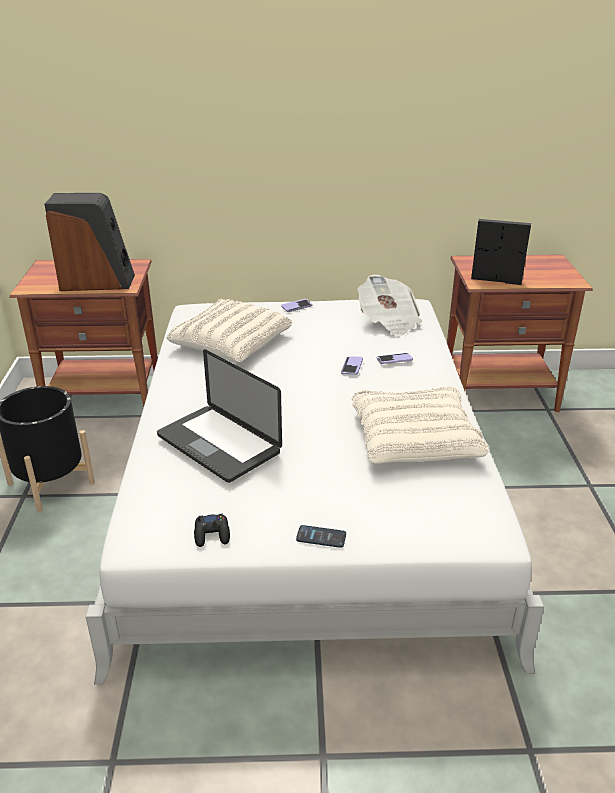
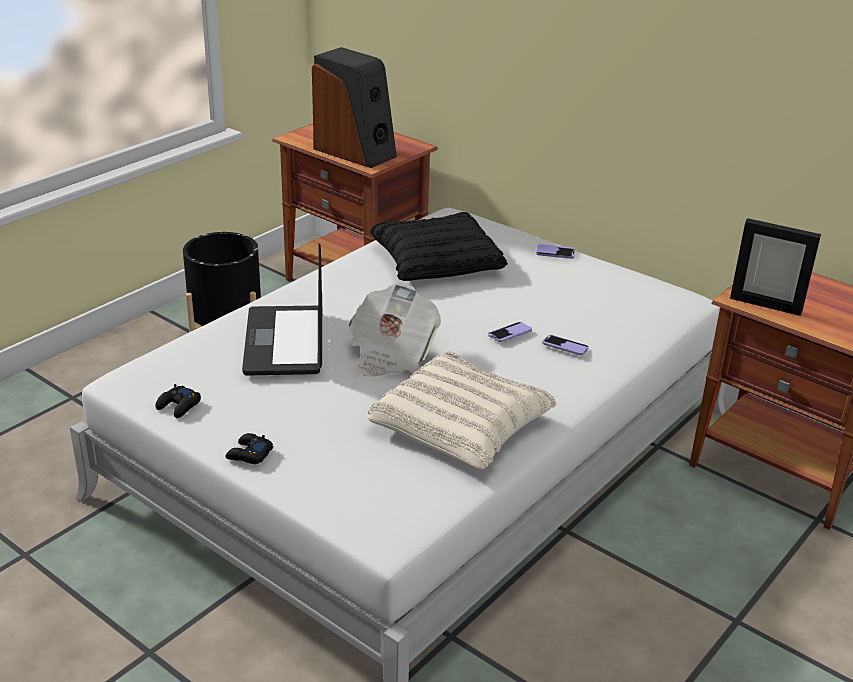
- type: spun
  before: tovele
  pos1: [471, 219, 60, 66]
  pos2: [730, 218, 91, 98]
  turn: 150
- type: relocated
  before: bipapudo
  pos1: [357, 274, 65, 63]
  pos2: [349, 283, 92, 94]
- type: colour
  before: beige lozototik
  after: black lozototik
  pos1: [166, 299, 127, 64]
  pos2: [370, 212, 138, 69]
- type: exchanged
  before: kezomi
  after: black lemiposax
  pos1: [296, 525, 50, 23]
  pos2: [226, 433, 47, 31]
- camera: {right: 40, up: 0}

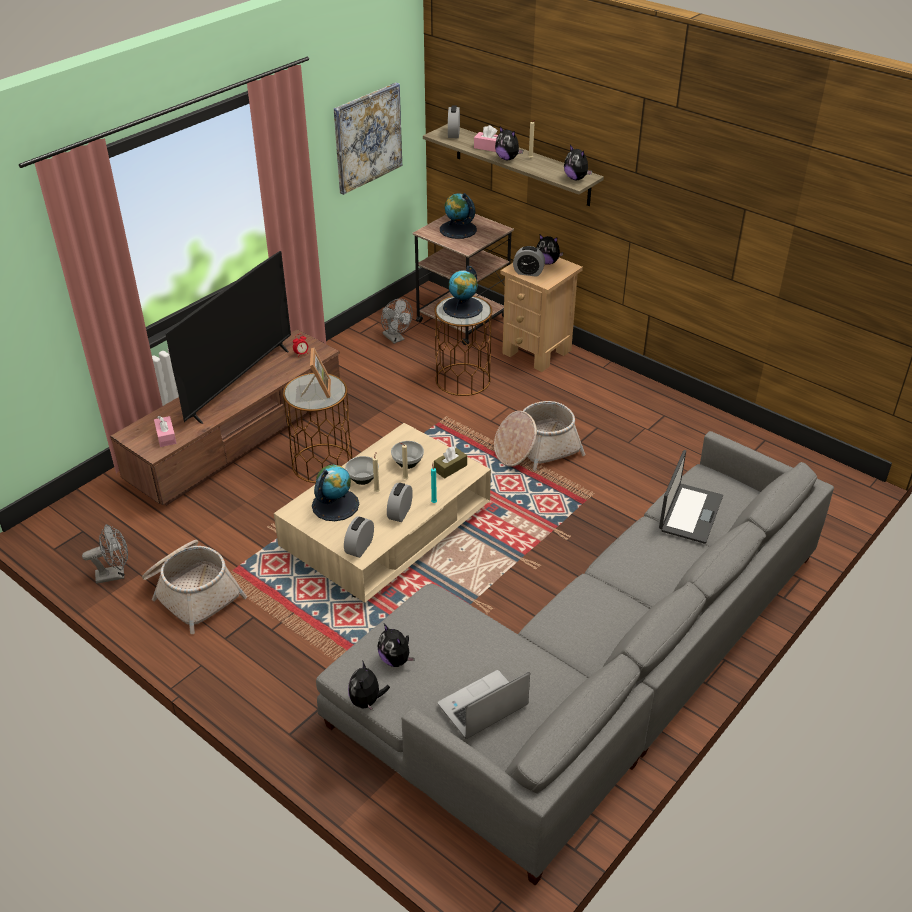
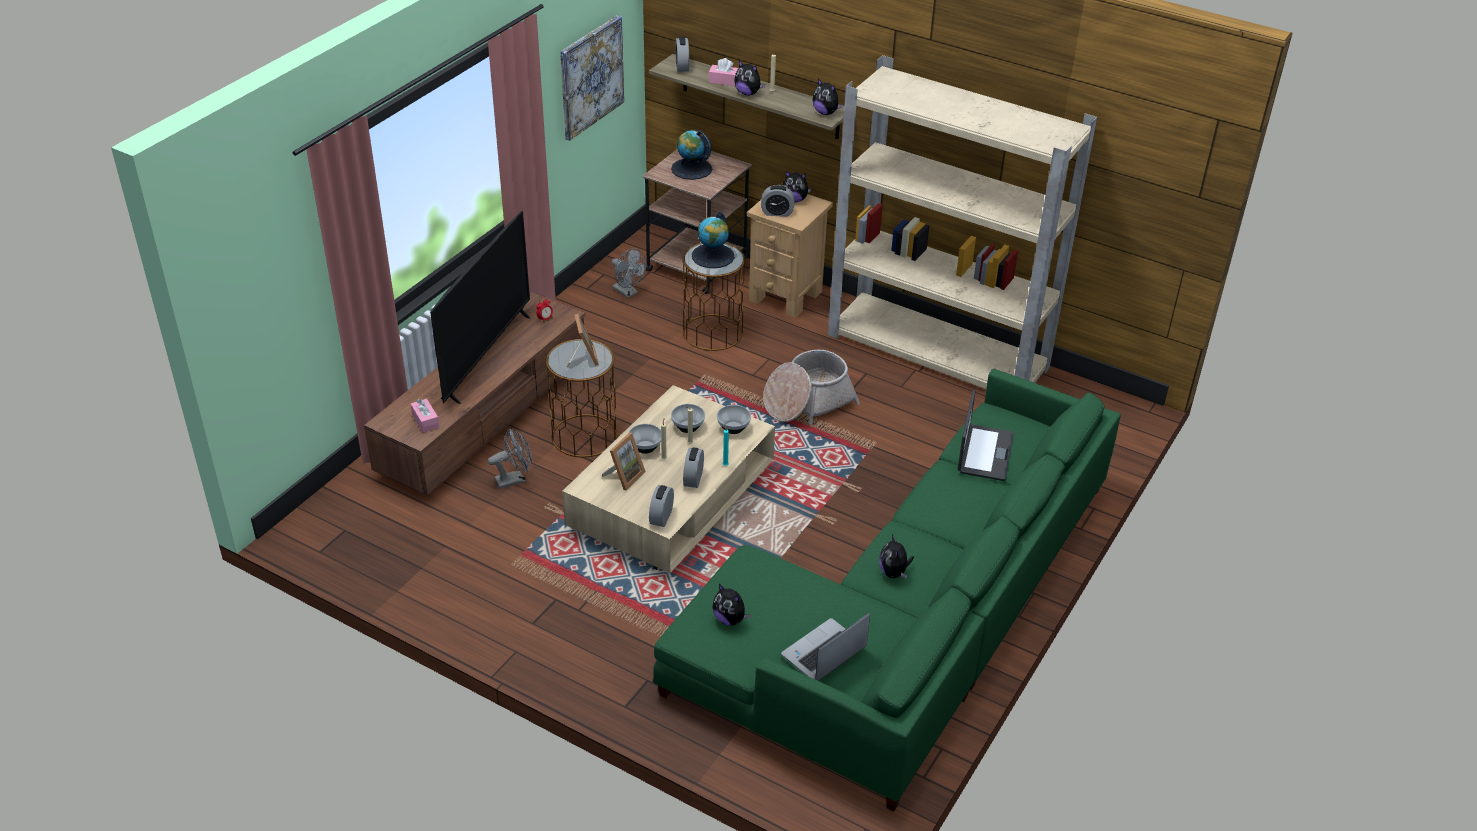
- type: colour
  before: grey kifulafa
  after: green kifulafa
  pos1: [316, 431, 518, 454]
  pos2: [653, 369, 468, 443]
- type: exchanged
  before: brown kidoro
  after: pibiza
  pos1: [434, 446, 33, 33]
  pos2: [717, 405, 34, 29]
- type: exchanged
  before: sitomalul
  after: tovele
  pos1: [312, 465, 47, 56]
  pos2: [602, 432, 44, 58]
- type: relocated
  before: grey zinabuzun
  pos1: [82, 524, 46, 60]
  pos2: [488, 428, 44, 61]
- type: missing
  before: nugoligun
  pos1: [142, 540, 105, 94]
- type: relocated
  before: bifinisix
  pos1: [348, 660, 42, 51]
  pos2: [879, 534, 35, 45]
- type: appeared
  after: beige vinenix
  pos2: [828, 55, 269, 334]
- camera: {right: -10, up: 0}

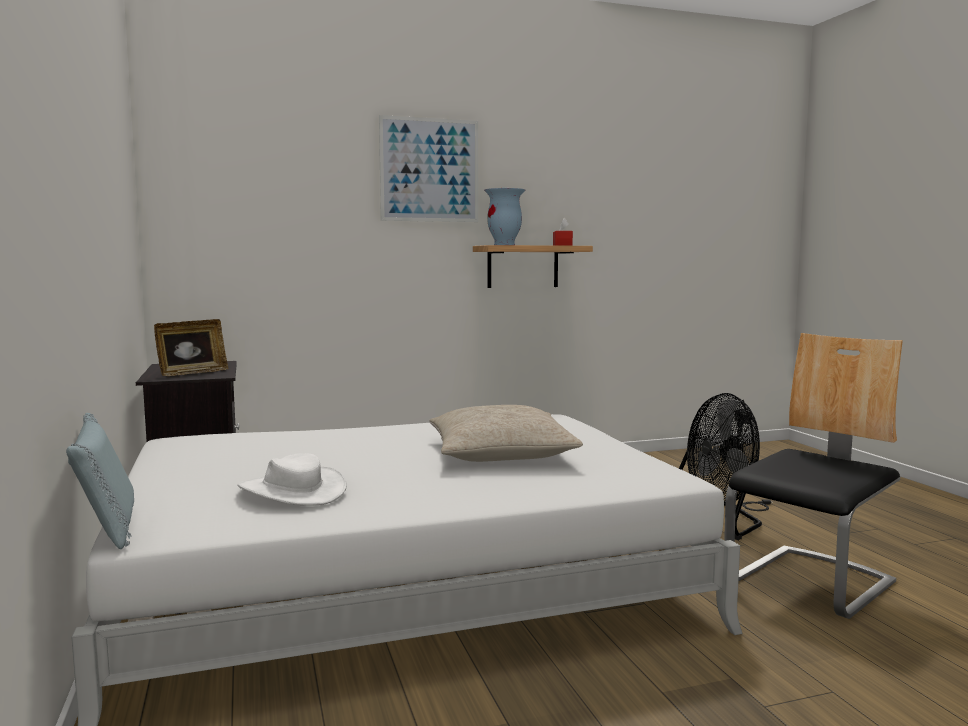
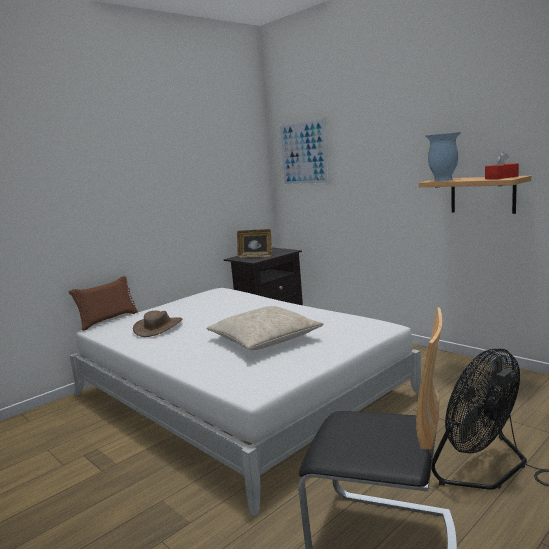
- type: relocated
  before: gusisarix
  pos1: [379, 115, 99, 107]
  pos2: [278, 117, 52, 69]
- type: colour
  before: blue lozototik
  after: brown lozototik
  pos1: [66, 413, 68, 136]
  pos2: [69, 276, 69, 55]
- type: colour
  before: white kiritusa
  after: brown kiritusa
  pos1: [237, 453, 110, 53]
  pos2: [133, 311, 49, 26]
- camera: {right: 65, up: 5}

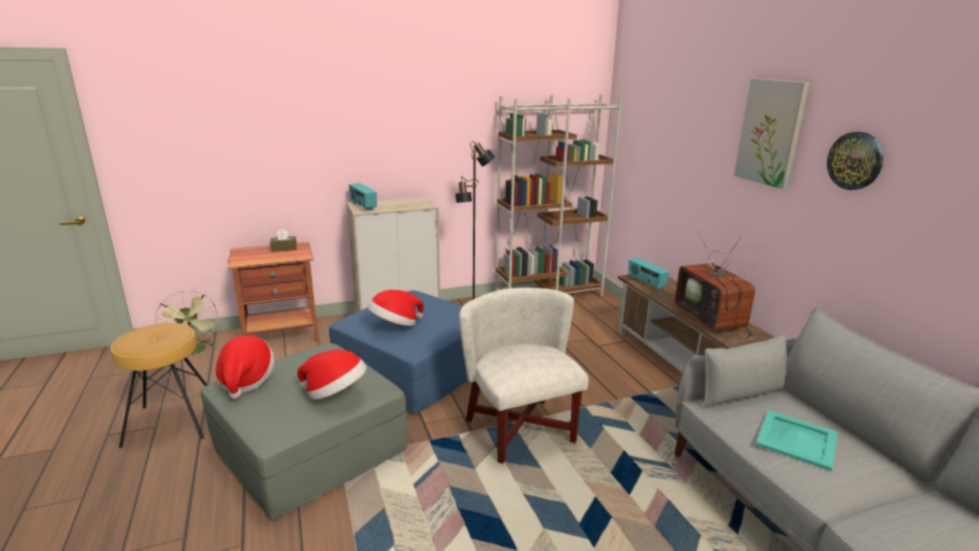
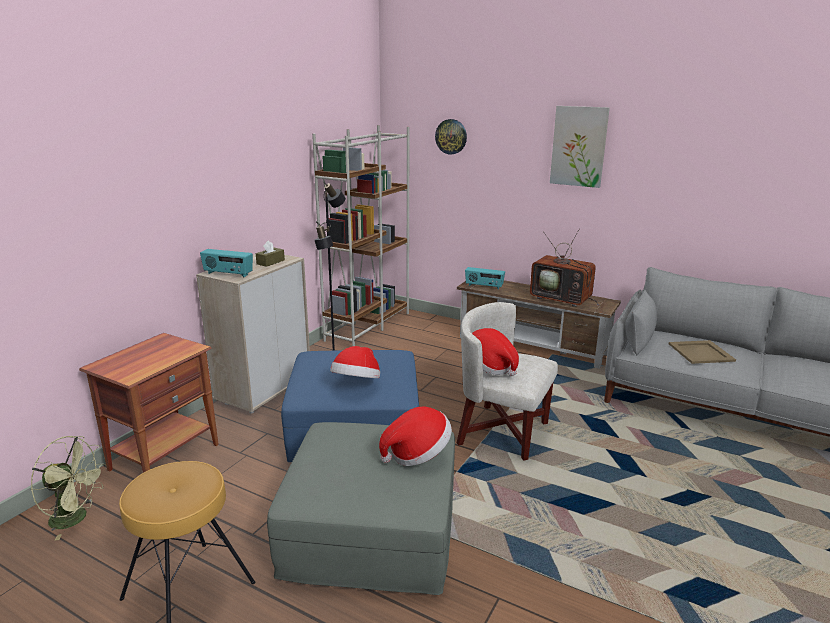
- type: relocated
  before: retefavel
  pos1: [827, 132, 56, 58]
  pos2: [435, 119, 32, 36]
- type: relocated
  before: brown kidoro
  pos1: [270, 229, 27, 23]
  pos2: [256, 241, 29, 26]
- type: relocated
  before: kiritusa
  pos1: [215, 336, 60, 63]
  pos2: [472, 328, 47, 48]
- type: colour
  before: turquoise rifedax
  after: beige rifedax
  pos1: [756, 410, 82, 61]
  pos2: [669, 340, 67, 24]
- camera: {right: -40, up: 0}

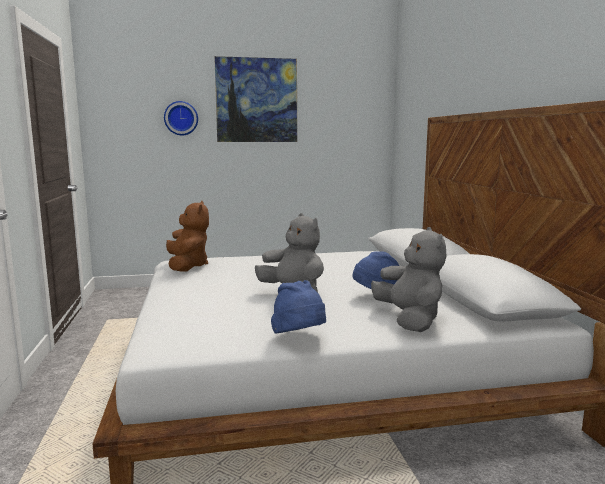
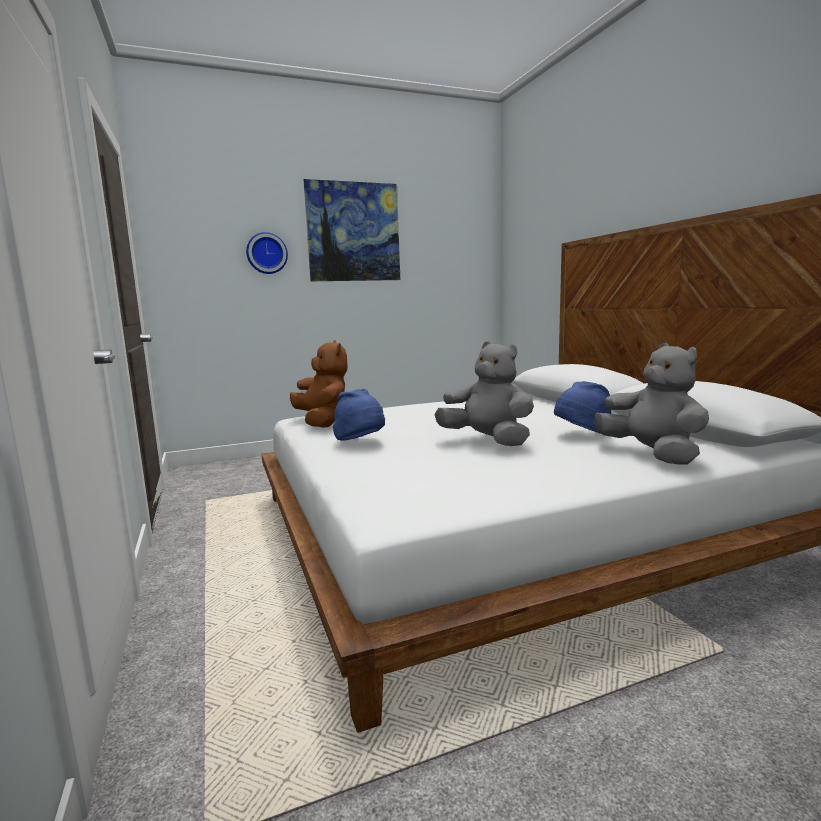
- type: relocated
  before: blue kiritusa
  pos1: [271, 280, 55, 54]
  pos2: [333, 389, 52, 52]
- camera: {right: -10, up: 0}

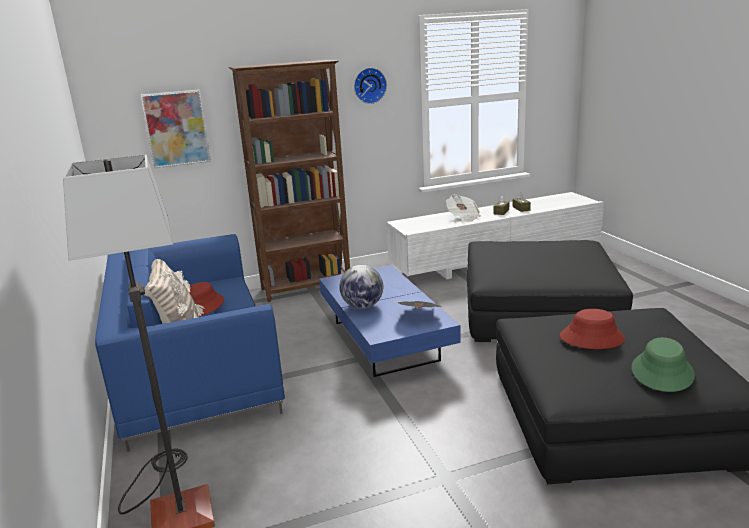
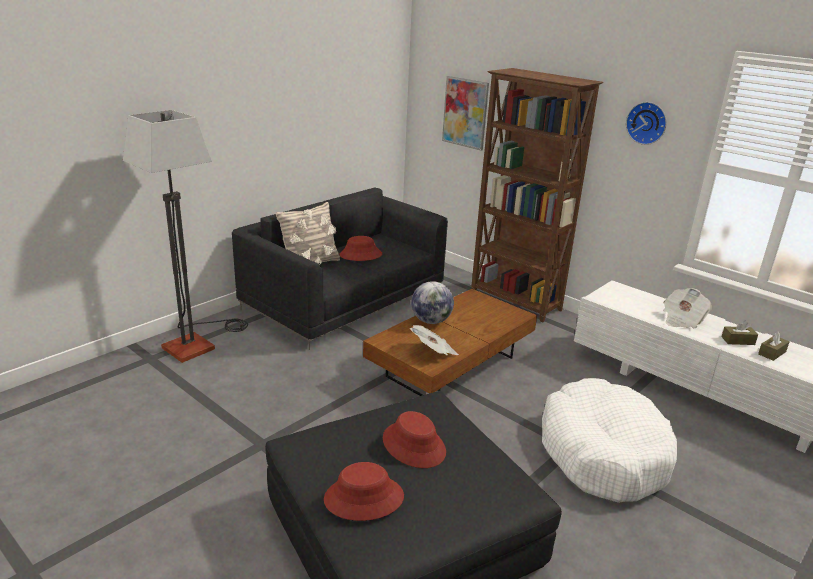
- type: colour
  before: blue kifulafa
  after: black kifulafa
  pos1: [95, 234, 190, 218]
  pos2: [232, 187, 216, 163]
- type: exchanged
  before: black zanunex
  after: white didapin
  pos1: [467, 240, 166, 102]
  pos2: [542, 378, 135, 125]
- type: colour
  before: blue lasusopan
  after: brown lasusopan
  pos1: [319, 265, 142, 112]
  pos2: [363, 289, 174, 107]
- type: colour
  before: green kiritusa
  after: red kiritusa
  pos1: [631, 337, 64, 55]
  pos2: [324, 462, 80, 59]
- camera: {right: 60, up: 5}

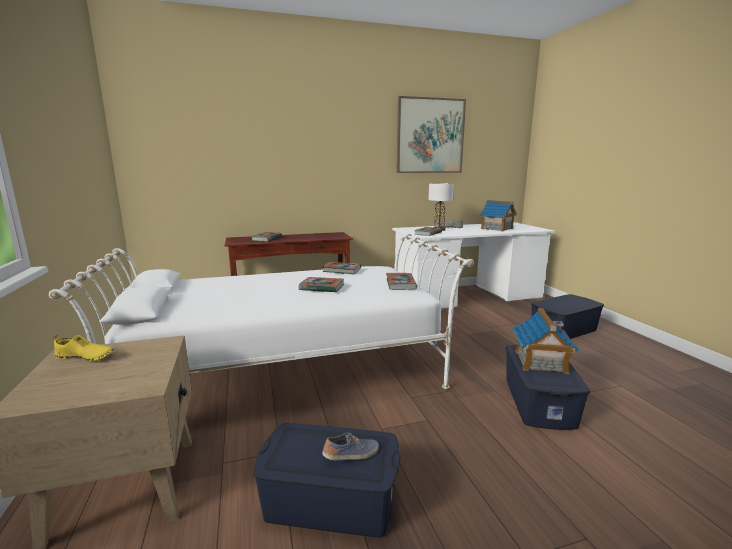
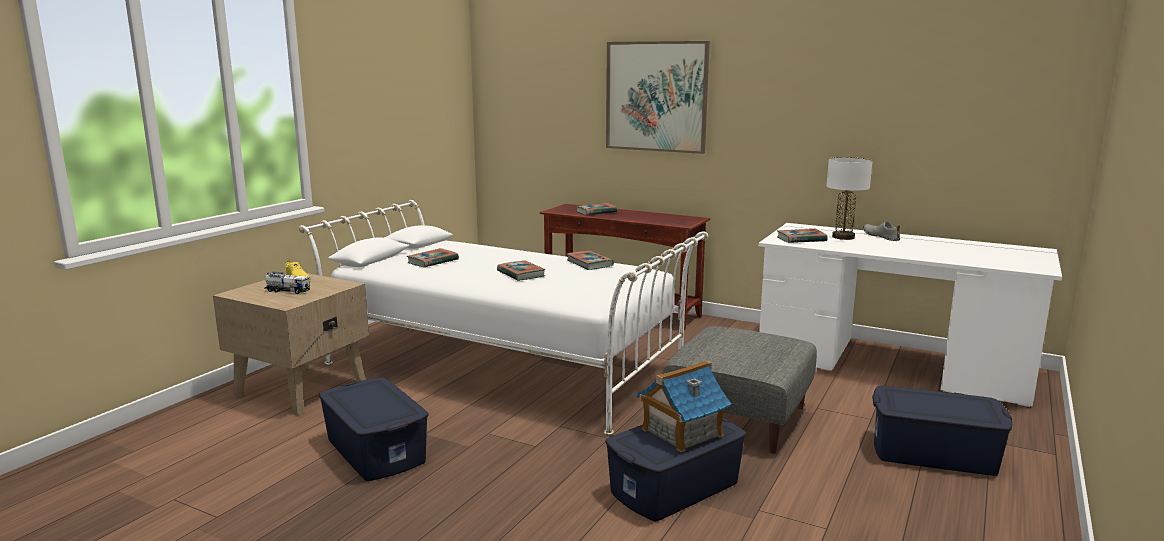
- type: relocated
  before: gusisarix
  pos1: [396, 96, 70, 77]
  pos2: [606, 41, 104, 113]
- type: missing
  before: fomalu
  pos1: [480, 200, 37, 31]
- type: relocated
  before: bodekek
  pos1: [386, 273, 31, 17]
  pos2: [407, 248, 52, 19]
- type: missing
  before: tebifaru
  pos1: [322, 432, 57, 28]
- type: appeared
  after: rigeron
  pos2: [264, 272, 46, 22]
- type: appeared
  after: grey zanunex
  pos2: [663, 326, 154, 128]
- camera: {right: 45, up: 0}

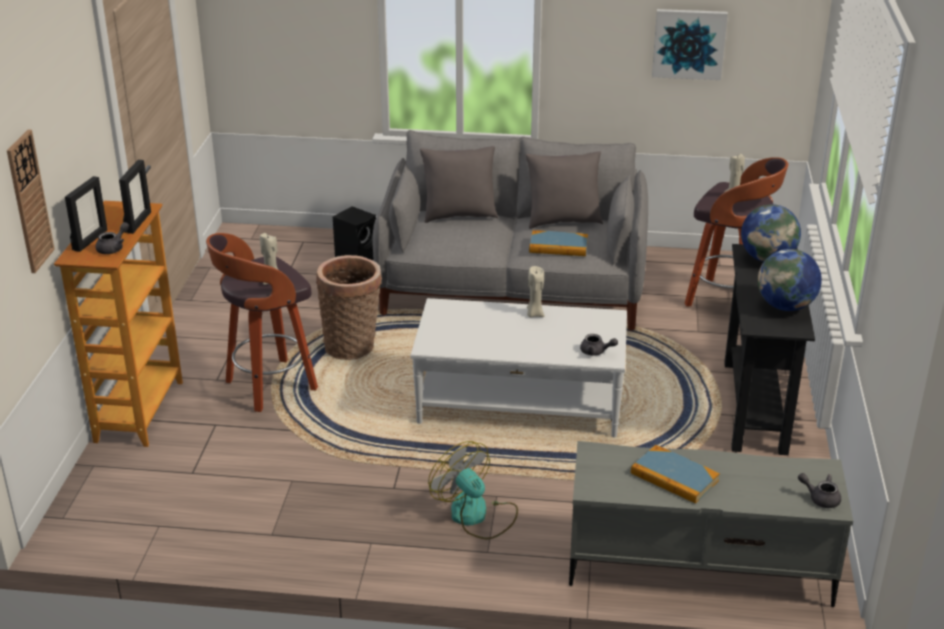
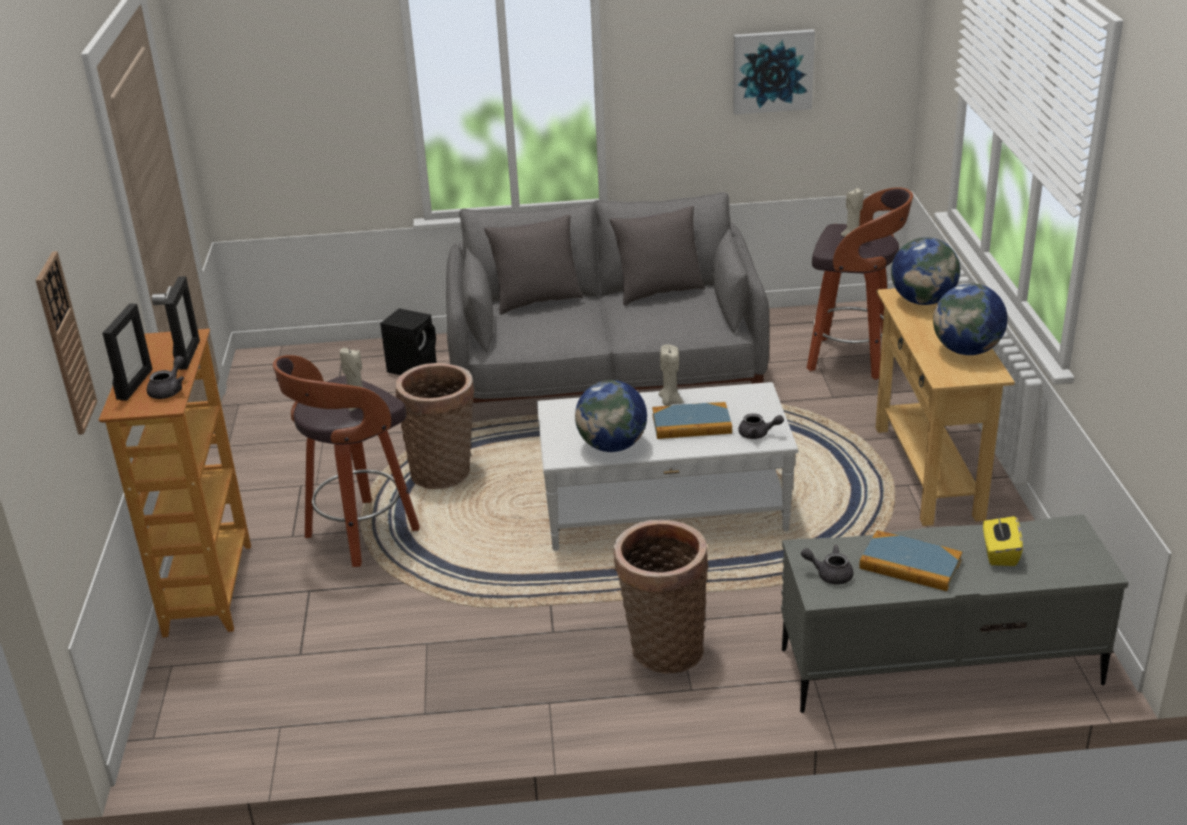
- type: relocated
  before: bodekek
  pos1: [529, 230, 59, 26]
  pos2: [652, 402, 80, 37]
- type: colour
  before: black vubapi
  after: beige vubapi
  pos1: [724, 244, 91, 211]
  pos2: [875, 288, 140, 238]
- type: exchanged
  before: zinabuzun
  after: nugoligun
  pos1: [428, 441, 90, 98]
  pos2: [614, 520, 95, 154]
- type: relocated
  before: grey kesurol
  pos1: [798, 473, 43, 35]
  pos2: [801, 545, 53, 40]
- type: appeared
  after: sitomalul
  pos2: [575, 380, 72, 72]
- type: appeared
  after: yellow kidoro
  pos2: [983, 514, 40, 52]
- camera: {right: -10, up: 0}

